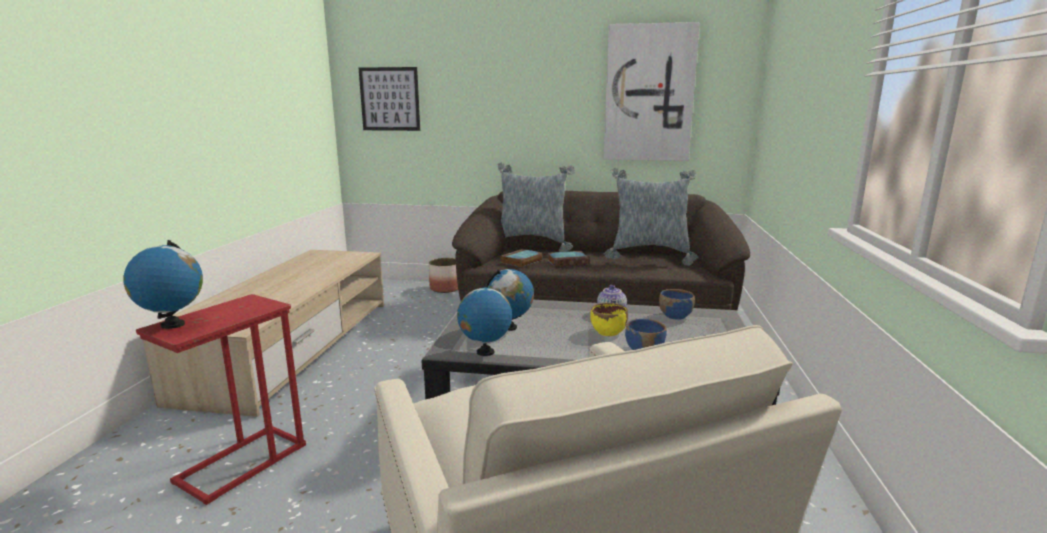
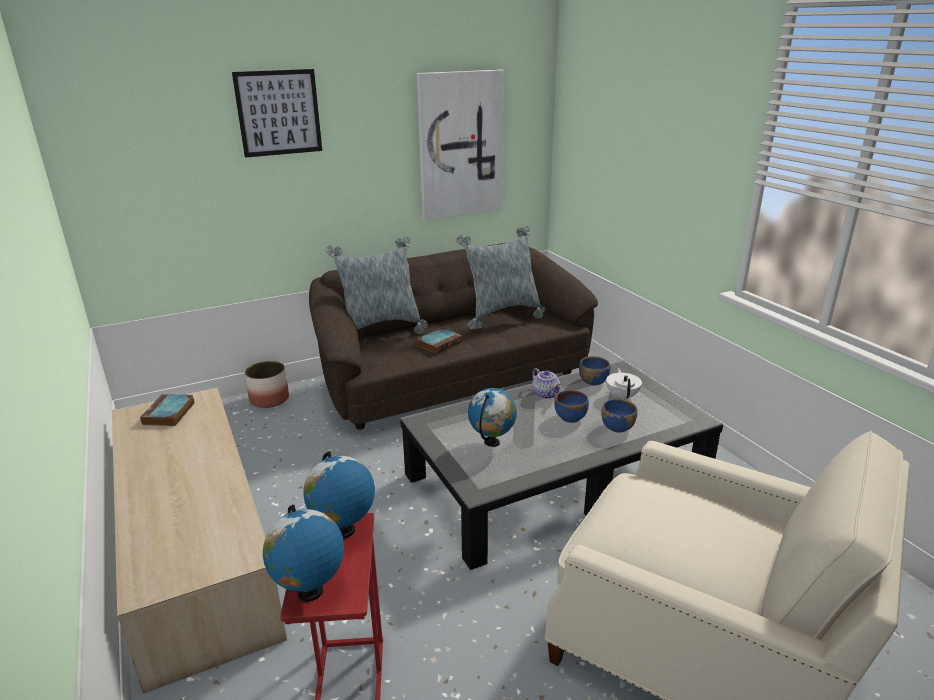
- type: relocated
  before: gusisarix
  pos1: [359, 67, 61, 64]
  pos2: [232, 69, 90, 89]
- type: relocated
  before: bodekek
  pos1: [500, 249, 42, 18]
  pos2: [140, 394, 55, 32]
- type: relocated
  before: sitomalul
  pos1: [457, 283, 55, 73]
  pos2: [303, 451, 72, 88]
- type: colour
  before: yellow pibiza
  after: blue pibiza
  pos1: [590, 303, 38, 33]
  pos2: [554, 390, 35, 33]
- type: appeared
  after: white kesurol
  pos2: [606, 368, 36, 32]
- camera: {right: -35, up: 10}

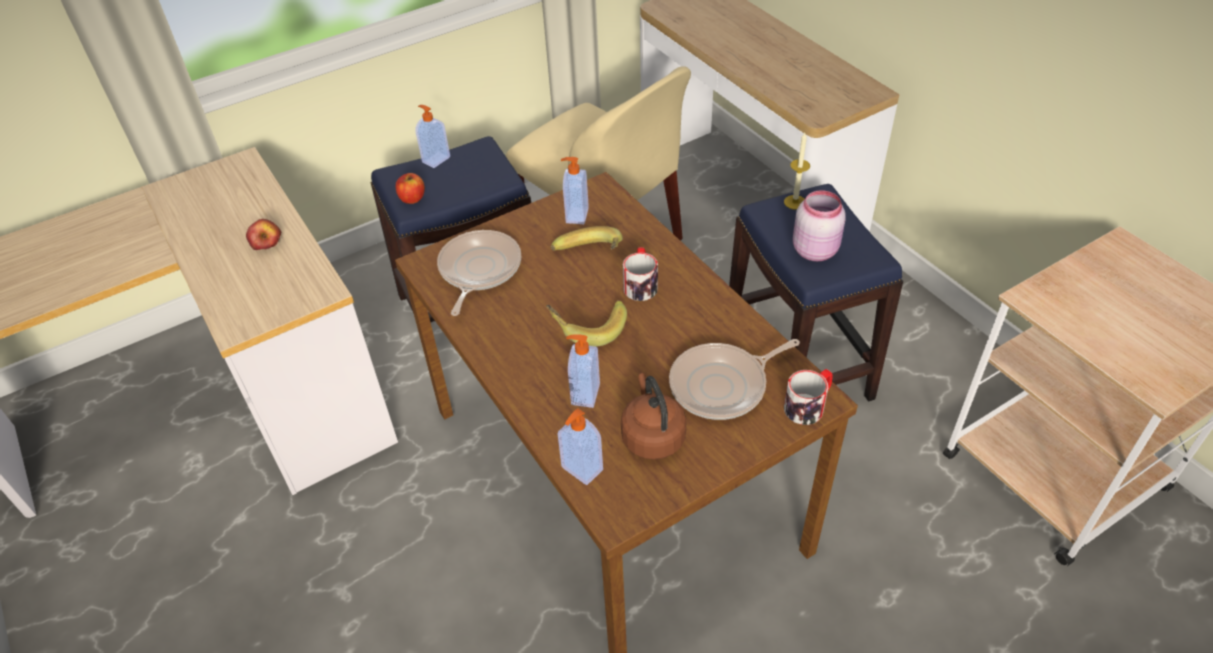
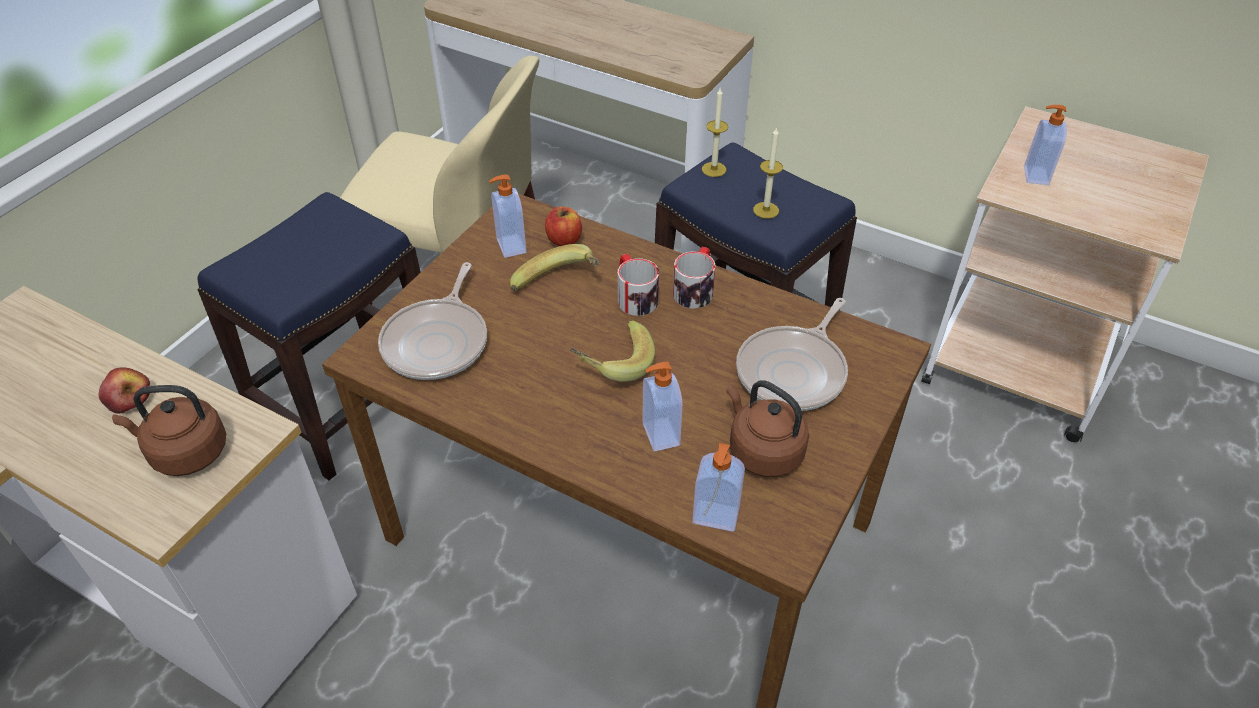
- type: relocated
  before: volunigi
  pos1: [415, 105, 35, 63]
  pos2: [1024, 105, 43, 80]
- type: relocated
  before: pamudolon
  pos1: [396, 173, 29, 31]
  pos2: [545, 207, 37, 39]
- type: exchanged
  before: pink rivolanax
  after: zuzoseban
  pos1: [793, 190, 53, 71]
  pos2: [753, 127, 30, 92]
- type: spun
  before: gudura
  pos1: [437, 230, 84, 86]
  pos2: [378, 262, 109, 118]
  turn: -150
- type: relocated
  before: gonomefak
  pos1: [784, 369, 49, 56]
  pos2: [673, 247, 43, 61]
- type: appeared
  after: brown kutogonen
  pos2: [112, 385, 114, 91]
- camera: {right: -30, up: 0}

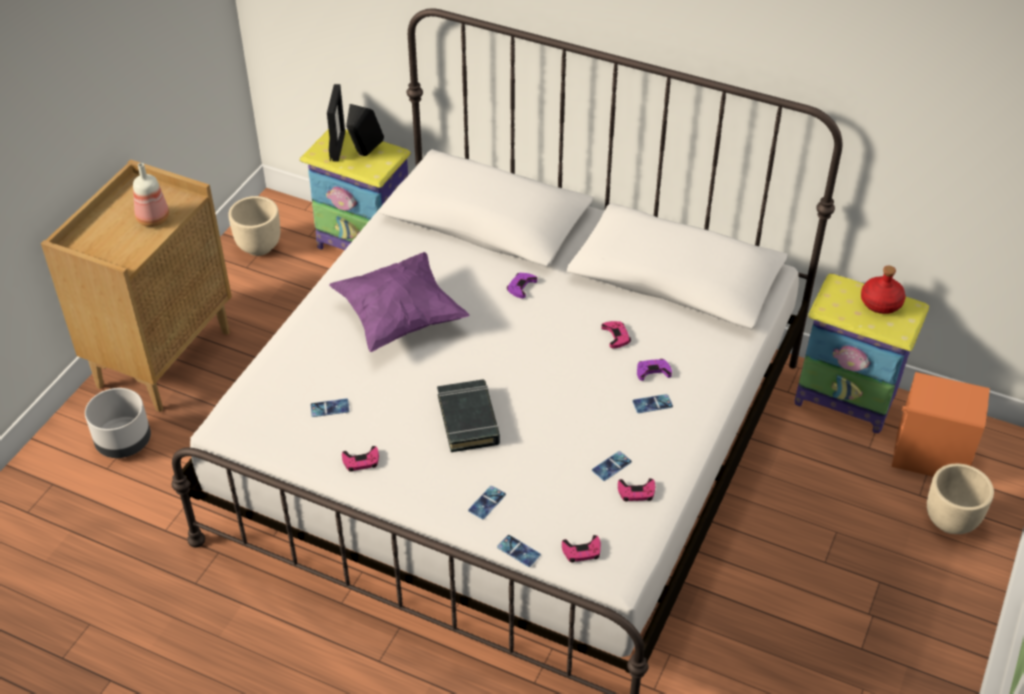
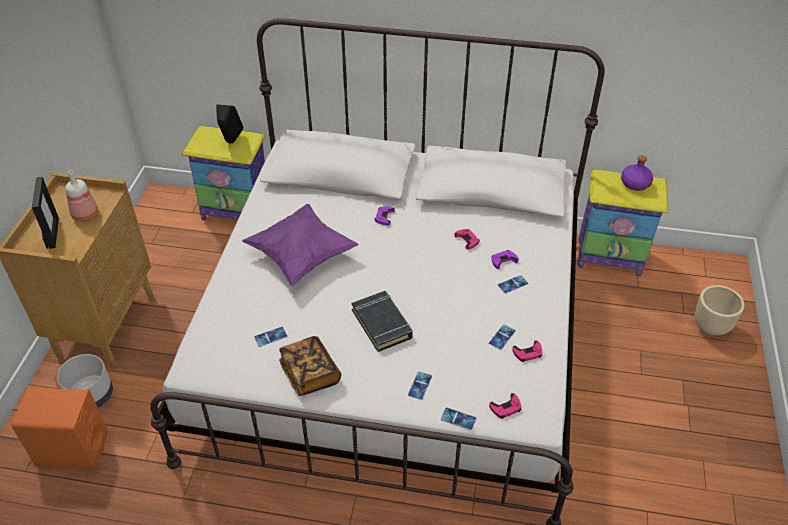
- type: relocated
  before: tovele
  pos1: [327, 84, 18, 78]
  pos2: [32, 177, 27, 72]
- type: missing
  before: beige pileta
  pos1: [228, 196, 52, 60]
- type: colour
  before: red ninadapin
  after: purple ninadapin
  pos1: [861, 266, 44, 48]
  pos2: [621, 155, 32, 36]
- type: relocated
  before: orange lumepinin
  pos1: [892, 372, 98, 105]
  pos2: [10, 387, 98, 82]
- type: exchanged
  before: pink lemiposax
  after: bodekek
  pos1: [342, 446, 37, 26]
  pos2: [279, 336, 62, 60]
- camera: {right: -15, up: 0}

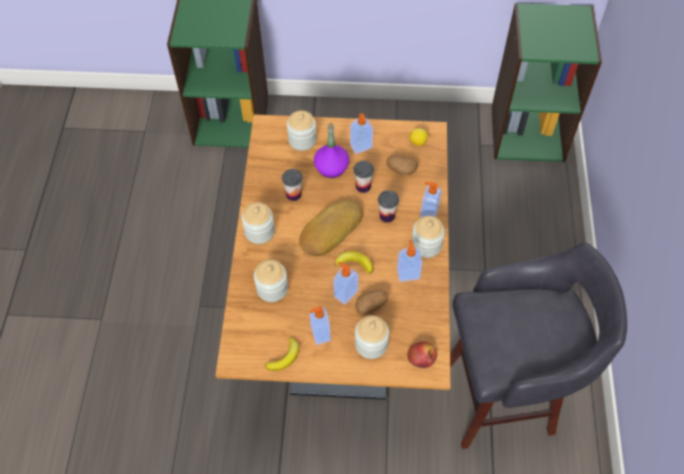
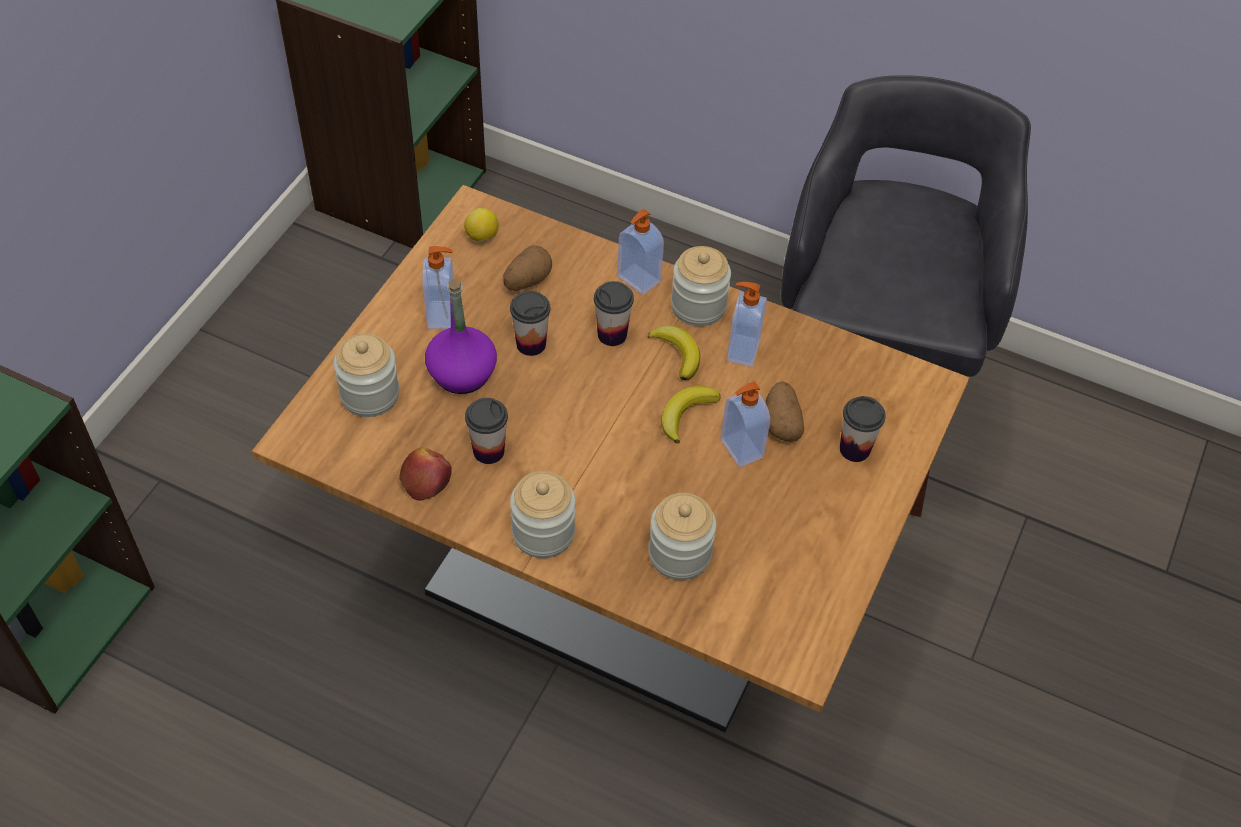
- type: missing
  before: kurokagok
  pos1: [299, 200, 64, 56]
- type: missing
  before: volunigi
  pos1: [309, 306, 22, 39]
- type: exchanged
  before: rivolanax
  after: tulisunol
  pos1: [355, 316, 34, 43]
  pos2: [840, 396, 46, 66]
- type: relocated
  before: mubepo
  pos1: [265, 338, 34, 33]
  pos2: [648, 325, 52, 55]
- type: relocated
  before: pamudolon
  pos1: [408, 342, 29, 26]
  pos2: [399, 448, 53, 53]
- camera: {right: -70, up: -5}

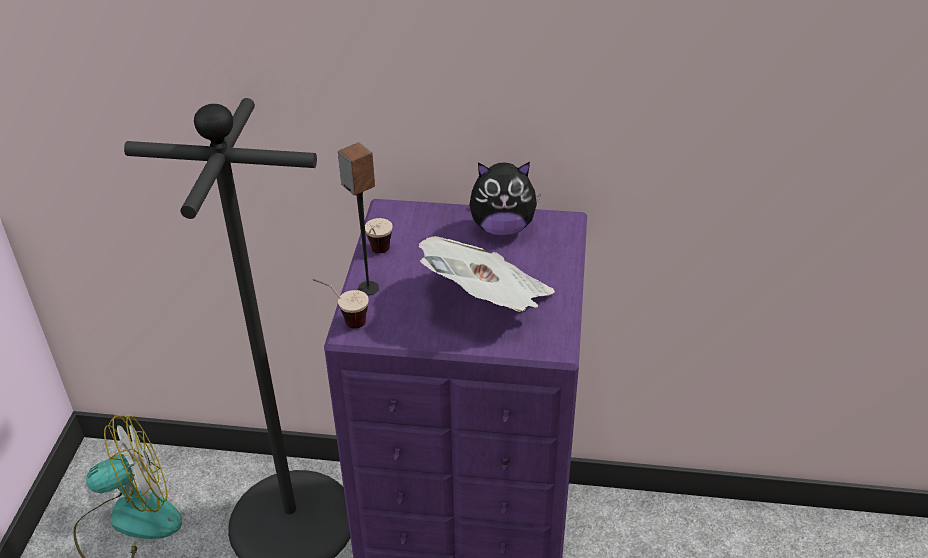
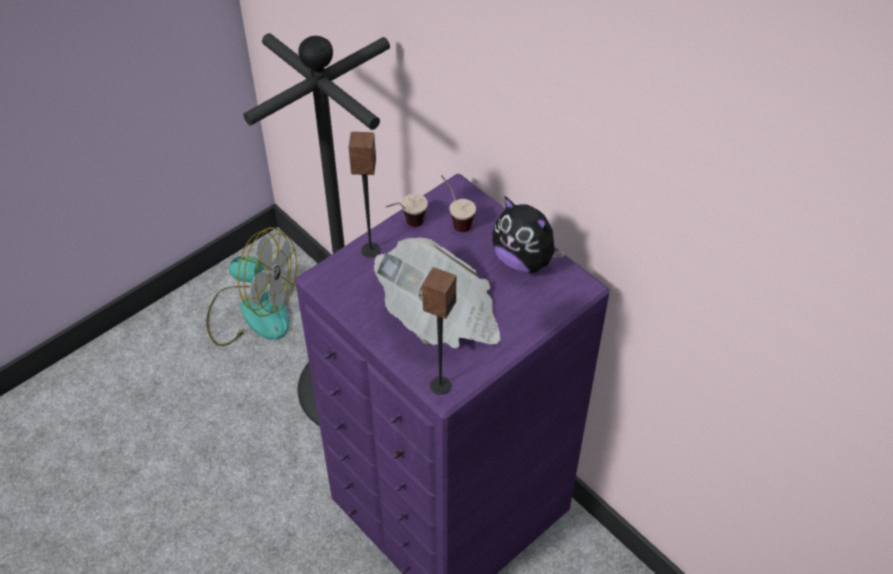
- type: relocated
  before: tulisunol
  pos1: [312, 279, 57, 50]
  pos2: [441, 175, 35, 57]
- type: appeared
  after: lumepinin
  pos2: [422, 267, 34, 128]
- camera: {right: 40, up: 10}

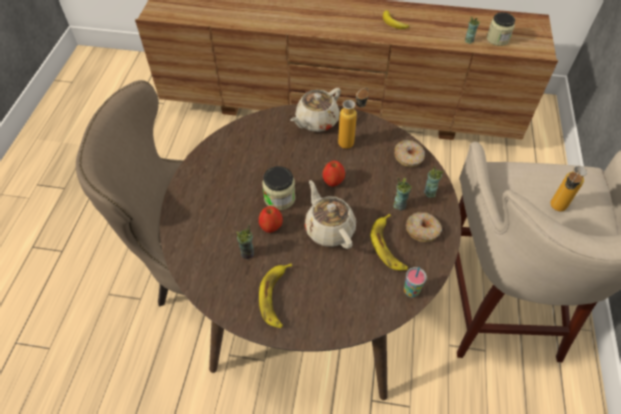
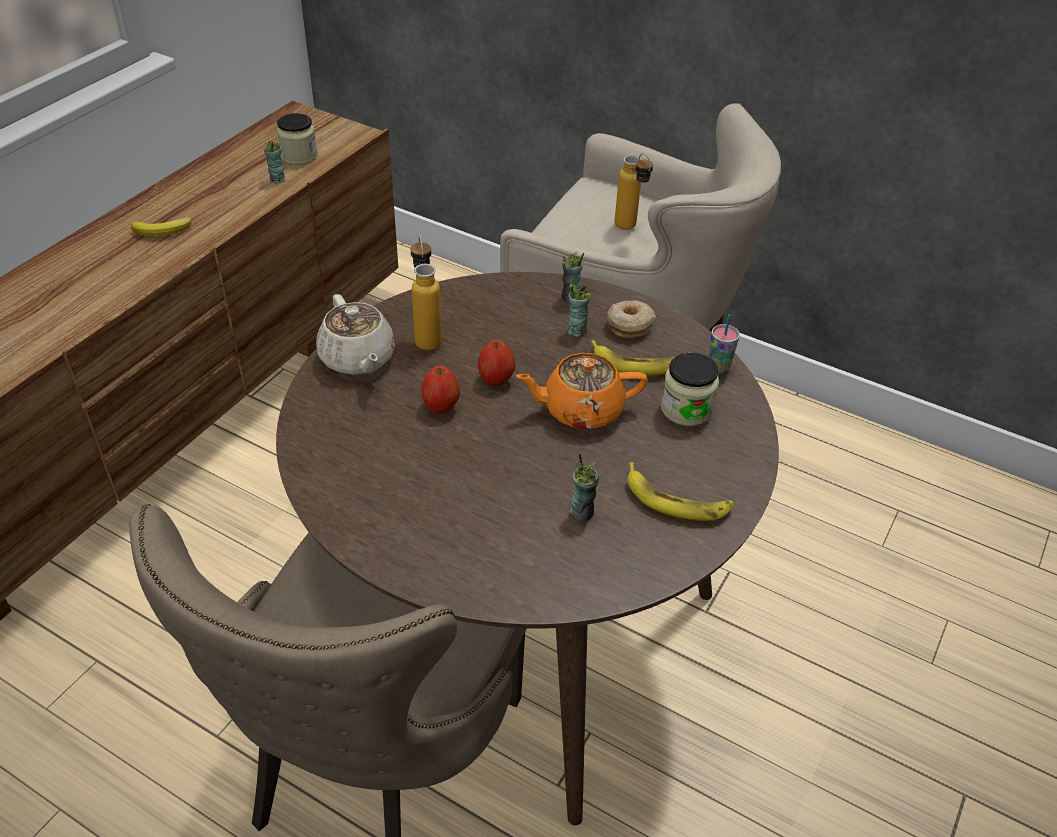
- type: missing
  before: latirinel
  pos1: [394, 140, 31, 27]
- type: relocated
  before: rivolanax
  pos1: [262, 166, 33, 44]
  pos2: [661, 353, 58, 73]
- type: colour
  before: beige kesurol
  after: orange kesurol
  pos1: [304, 180, 52, 69]
  pos2: [516, 353, 132, 77]
- type: relocated
  before: pamudolon
  pos1: [259, 206, 24, 27]
  pos2: [422, 366, 38, 47]
- camera: {right: -70, up: -10}

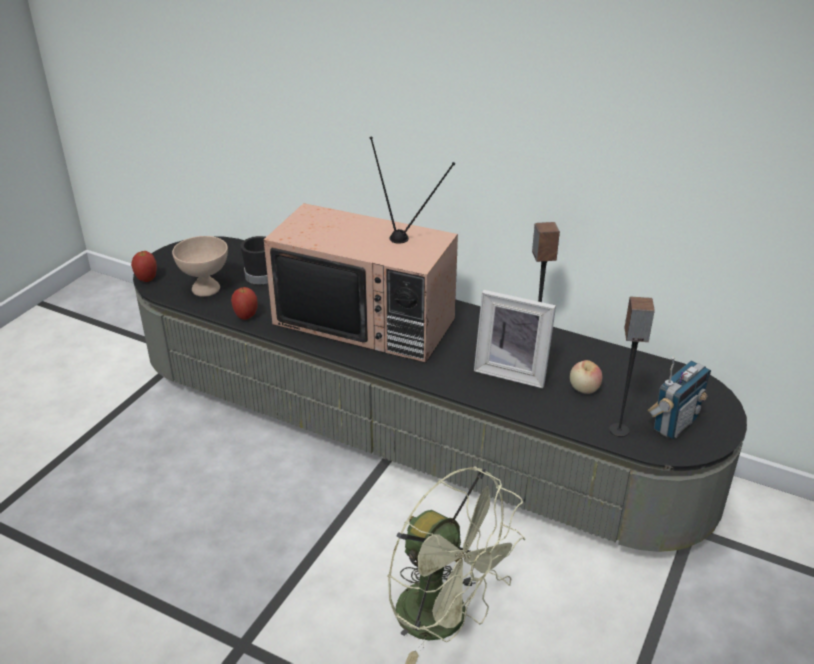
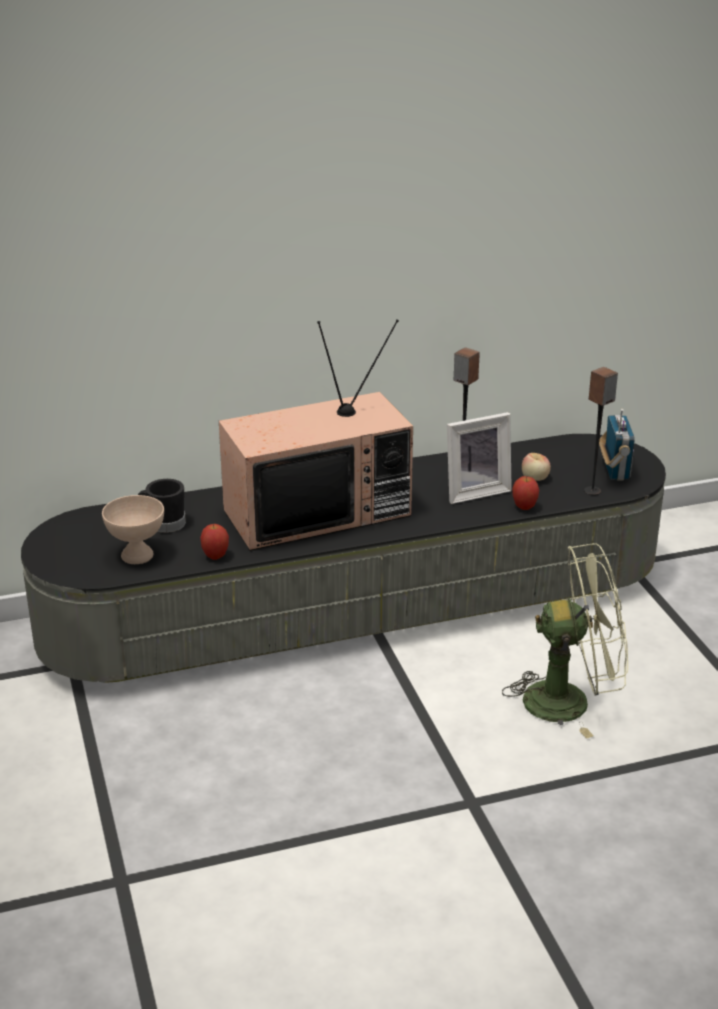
- type: relocated
  before: pamudolon
  pos1: [131, 251, 26, 31]
  pos2: [512, 476, 27, 34]
- camera: {right: -45, up: -5}

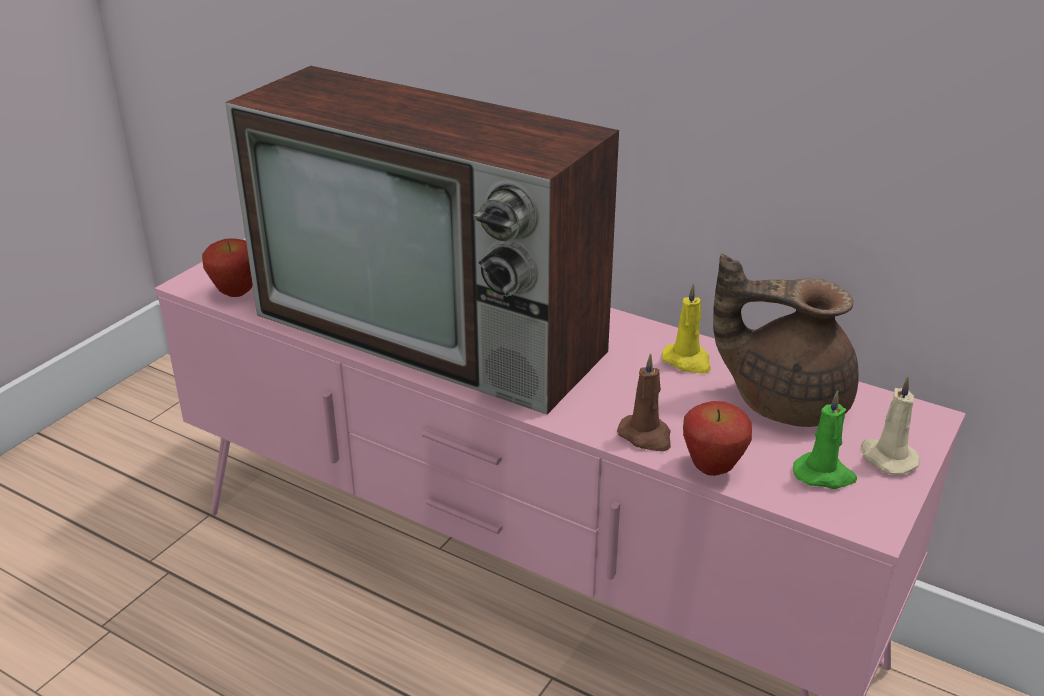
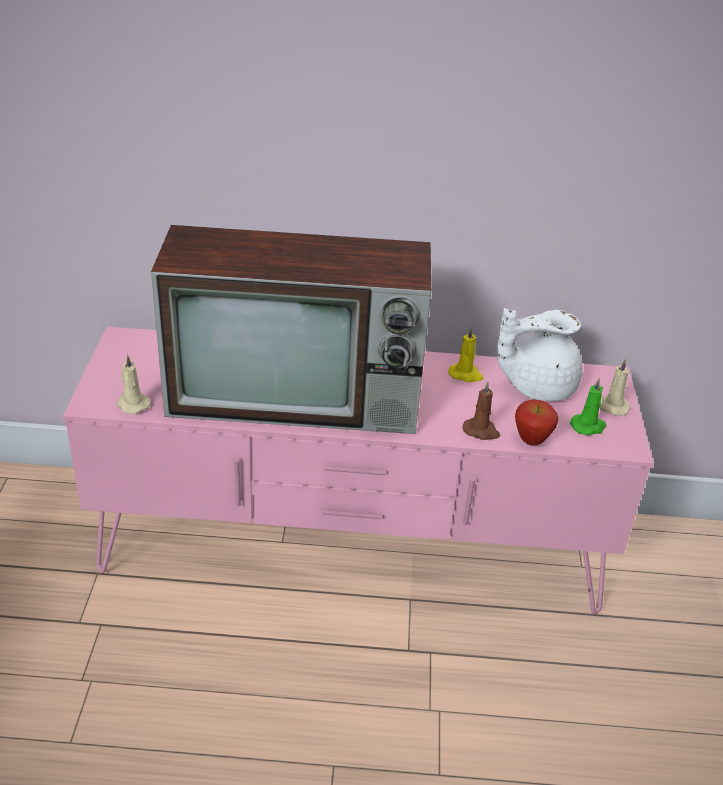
- type: exchanged
  before: pamudolon
  after: beige zuzoseban
  pos1: [202, 238, 51, 59]
  pos2: [116, 354, 35, 60]
- type: colour
  before: brown kesurol
  after: white kesurol
  pos1: [713, 253, 146, 174]
  pos2: [497, 308, 86, 93]
- camera: {right: -30, up: 5}

